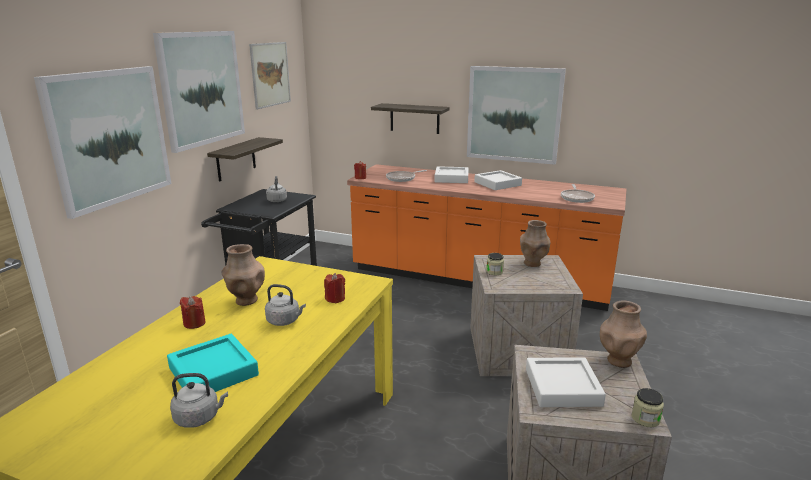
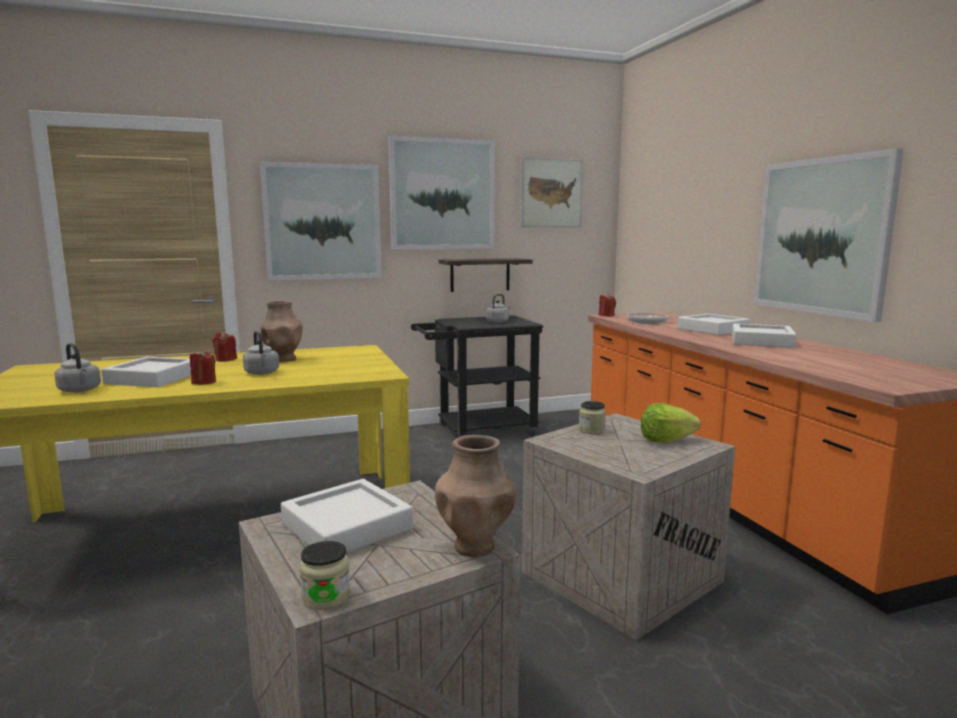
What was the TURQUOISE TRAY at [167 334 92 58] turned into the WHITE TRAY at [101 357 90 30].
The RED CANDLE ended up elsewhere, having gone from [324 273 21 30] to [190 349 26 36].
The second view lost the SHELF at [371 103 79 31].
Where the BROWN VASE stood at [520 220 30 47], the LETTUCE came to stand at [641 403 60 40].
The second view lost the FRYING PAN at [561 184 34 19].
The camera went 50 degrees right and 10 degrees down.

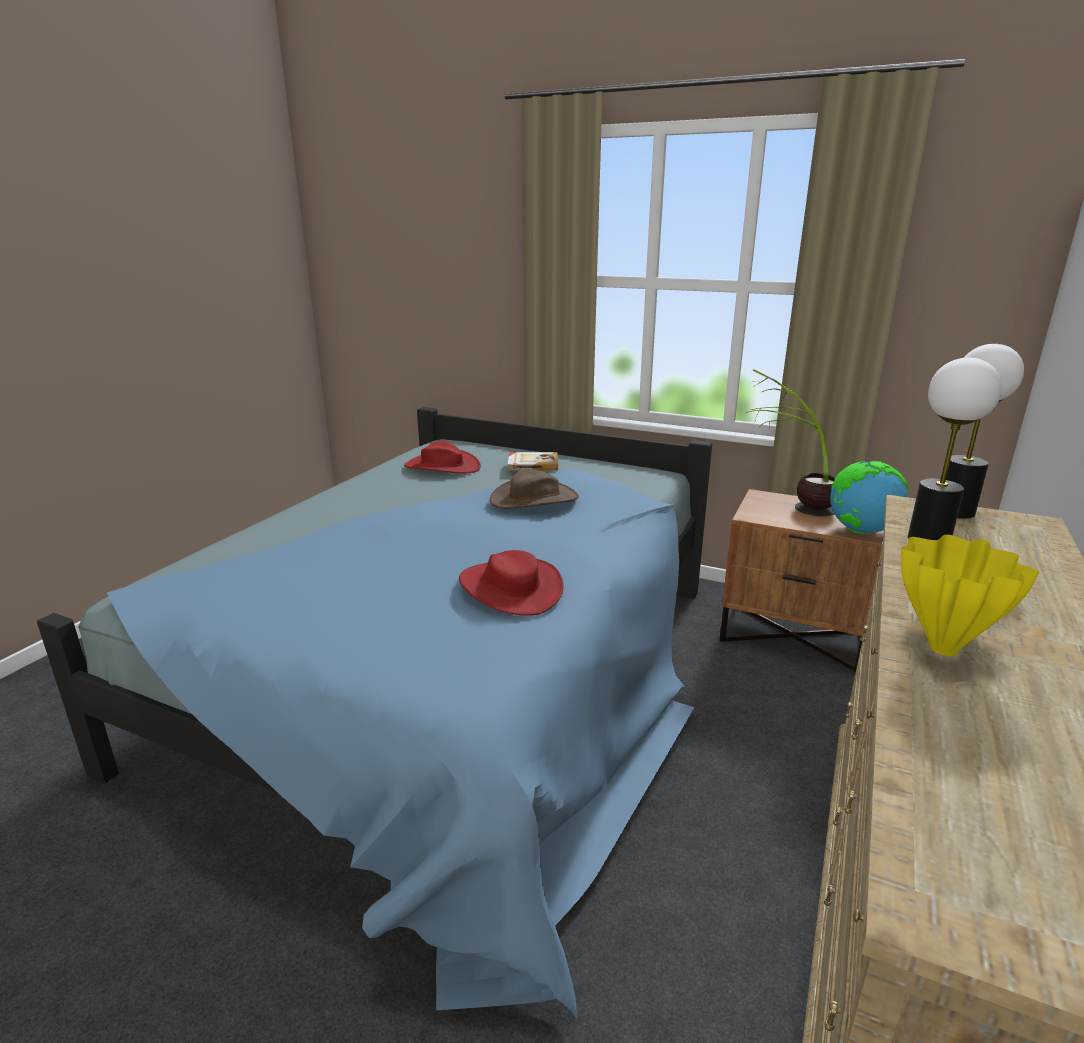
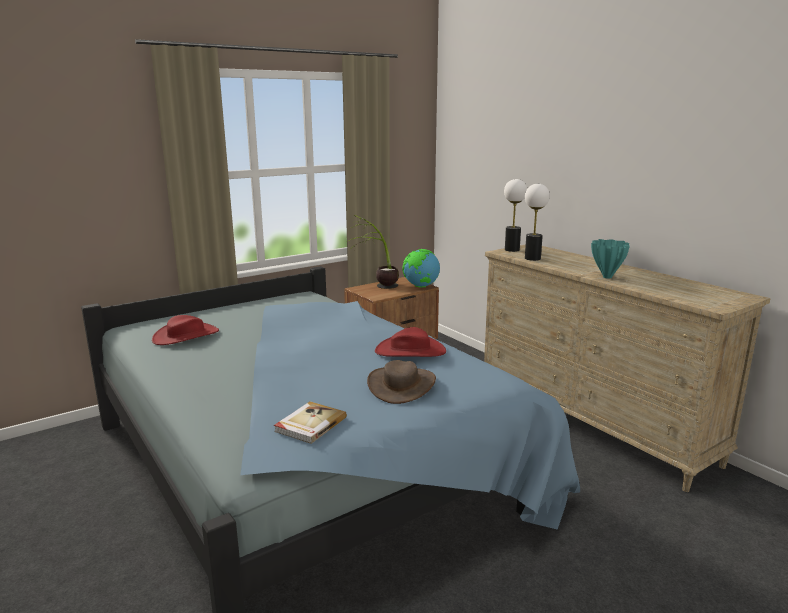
The BROWN HAT ended up elsewhere, having gone from [490 469 89 39] to [367 360 69 44].
The BOOK ended up elsewhere, having gone from [508 452 50 18] to [274 402 73 42].
What was the YELLOW VASE at [901 535 138 121] turned into the TURQUOISE VASE at [591 239 39 40].
The camera went 60 degrees left and 5 degrees down.

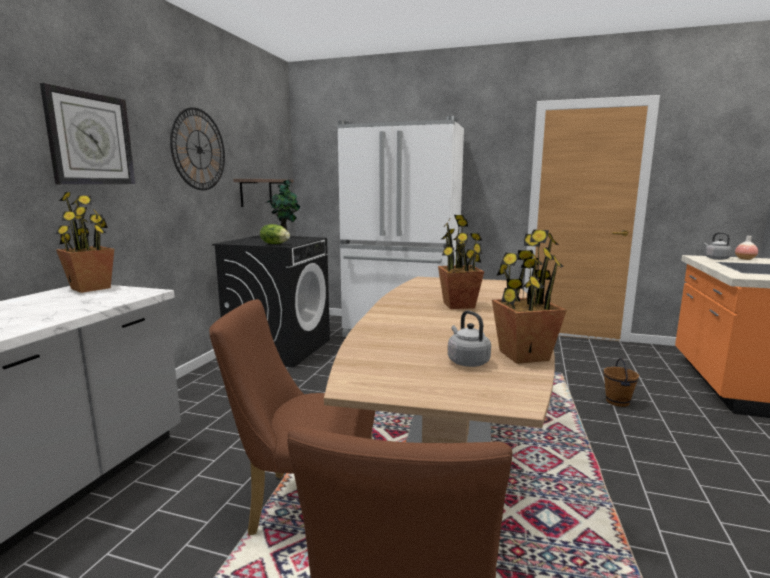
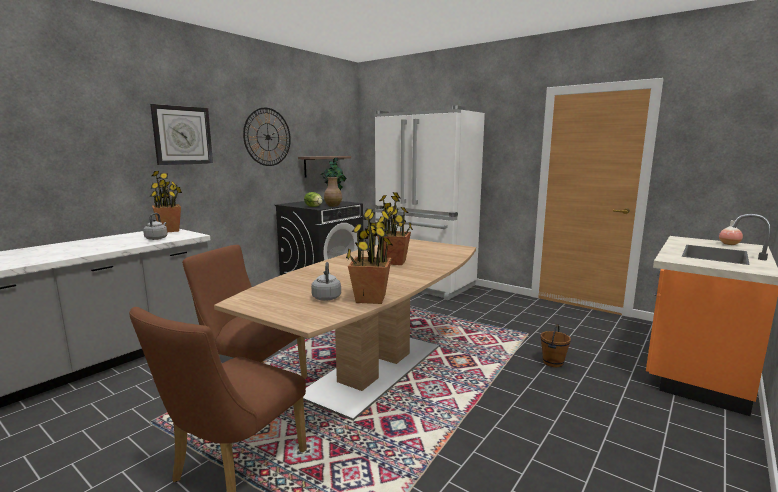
The GREY KETTLE ended up elsewhere, having gone from [704 232 28 28] to [143 213 24 27].
The second view gained the BROWN VASE at [324 177 18 30].
The camera went 20 degrees right and 0 degrees up.

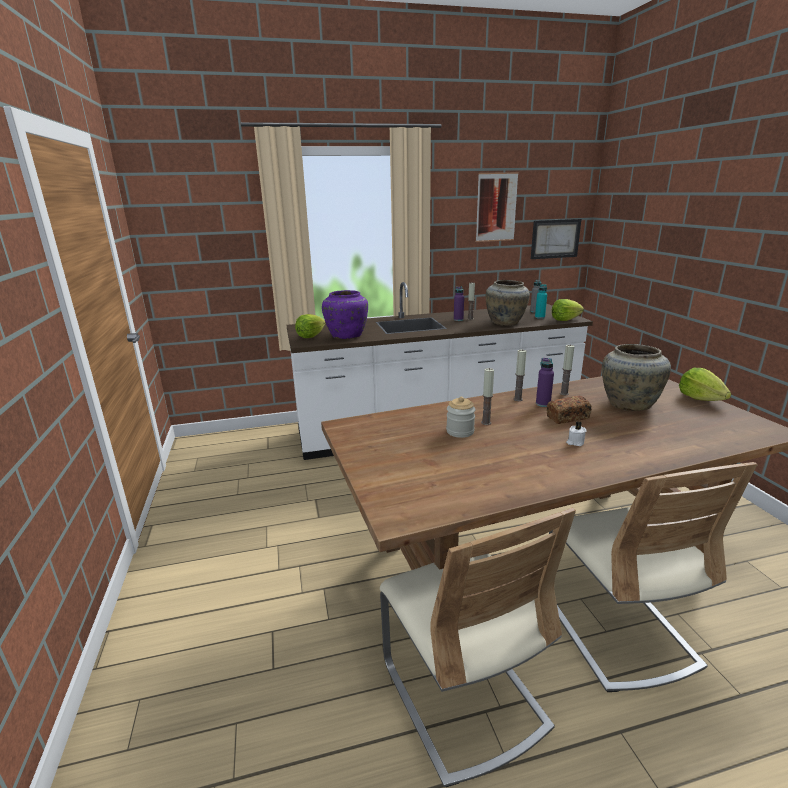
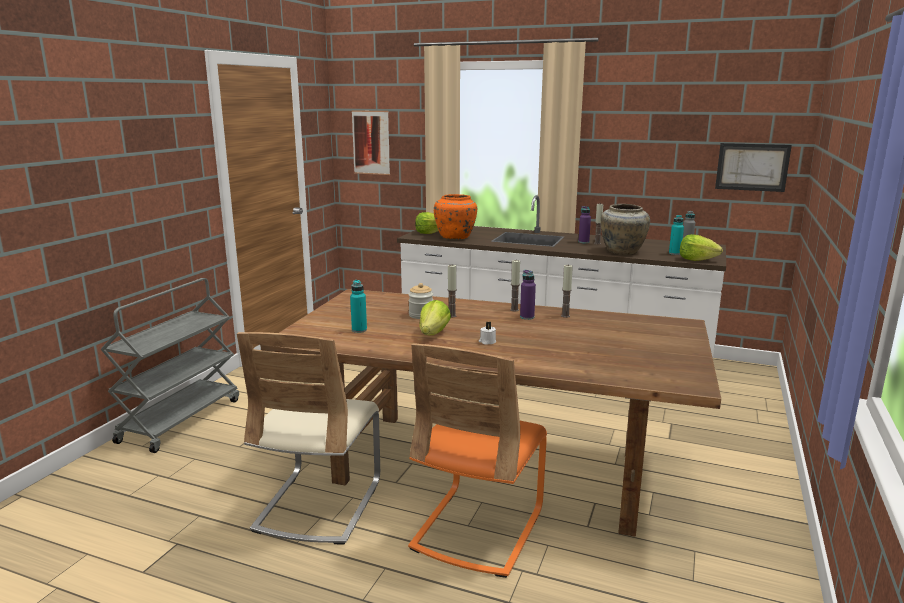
What was the PURPLE VASE at [322 290 46 49] turned into the ORANGE VASE at [434 194 43 45].
The PICTURE ended up elsewhere, having gone from [476 172 43 70] to [351 110 39 65].
The second view lost the BREAD at [547 396 45 28].
What was the BEIGE CHAIR at [549 462 209 230] turned into the ORANGE CHAIR at [408 343 139 235].
The second view lost the BEIGE VASE at [602 344 69 67].
The LETTUCE ended up elsewhere, having gone from [679 368 52 33] to [419 300 32 35].
The second view gained the GREY CART at [101 278 138 175].
The second view gained the TURQUOISE BOTTLE at [350 280 17 53].
The camera went 35 degrees right and 5 degrees down.

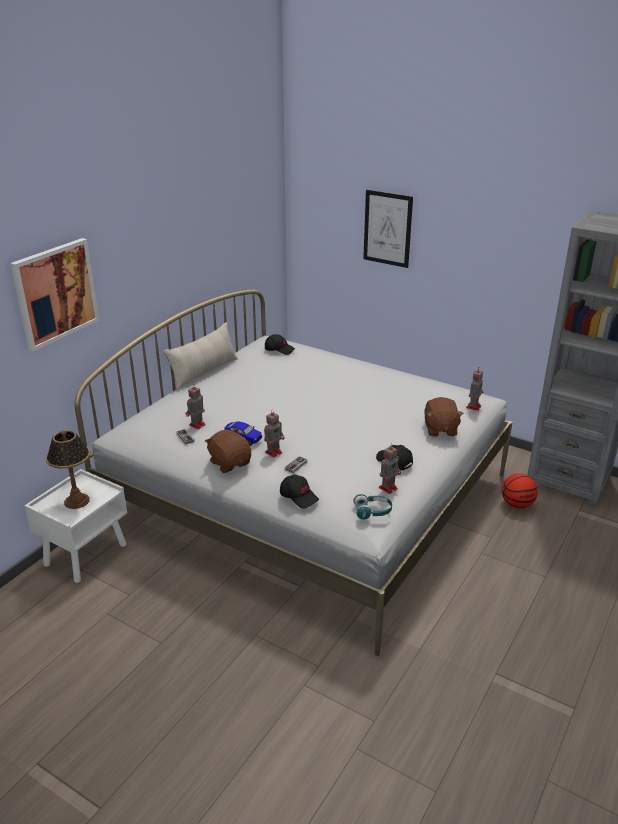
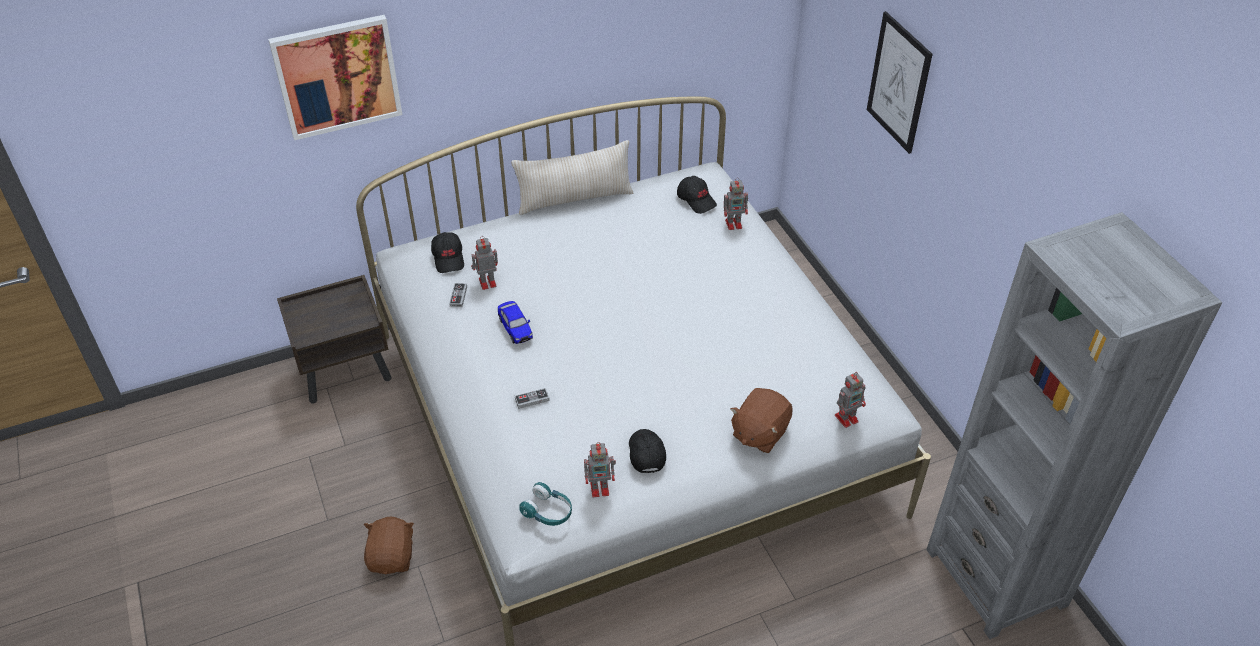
What was the WHITE NIGHTSTAND at [24 469 103 114] turned into the BROWN NIGHTSTAND at [277 275 114 129].
The second view lost the TABLE LAMP at [46 430 45 79].
The BROWN PLUSH TOY ended up elsewhere, having gone from [205 428 46 45] to [364 517 50 58].
The TOY ROBOT ended up elsewhere, having gone from [264 410 21 47] to [724 177 24 53].
The BLACK CAP ended up elsewhere, having gone from [280 474 39 34] to [431 232 33 41].
The second view lost the BASKETBALL at [502 473 36 35].
The camera went 35 degrees right and 15 degrees up.

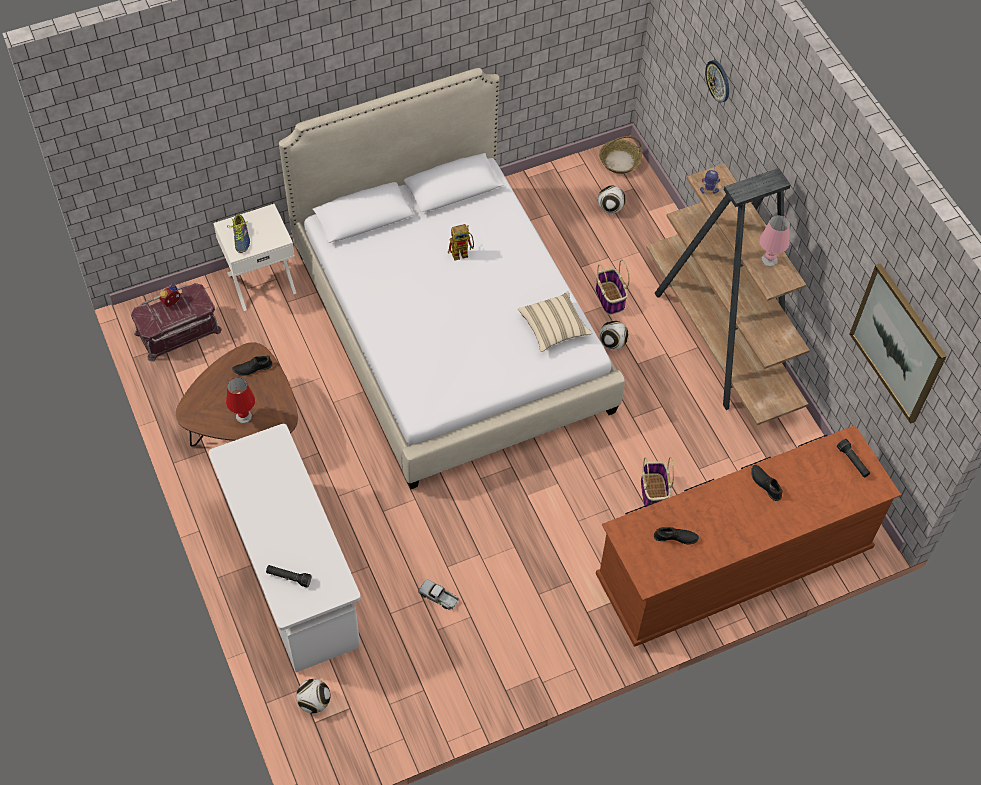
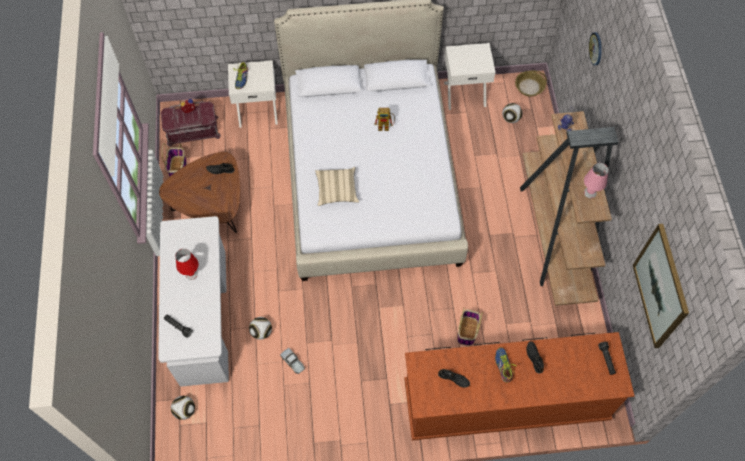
The RED TABLE LAMP ended up elsewhere, having gone from [226 378 29 46] to [176 249 23 31].
The BEIGE PILLOW ended up elsewhere, having gone from [518 291 75 61] to [315 167 44 39].
The BASKET ended up elsewhere, having gone from [596 259 34 56] to [162 143 25 34].
The FOOTBALL ended up elsewhere, having gone from [599 321 30 29] to [249 317 23 23].
The second view gained the WHITE NIGHTSTAND at [444 43 52 67].
The second view gained the SHOE at [495 347 21 36].
The camera went 20 degrees right and 5 degrees up.

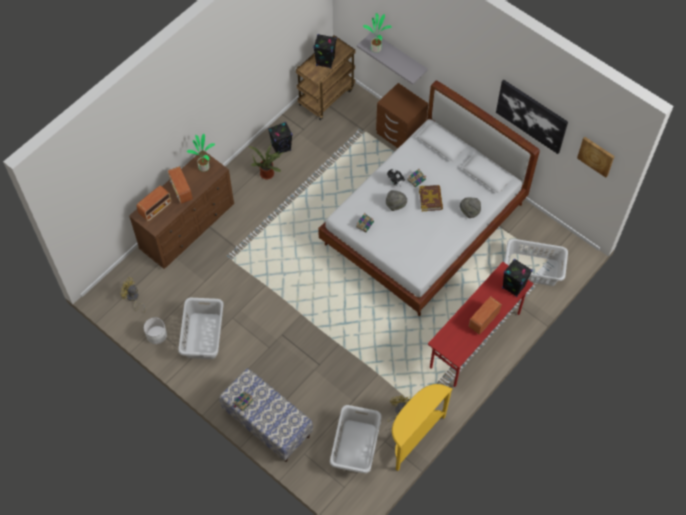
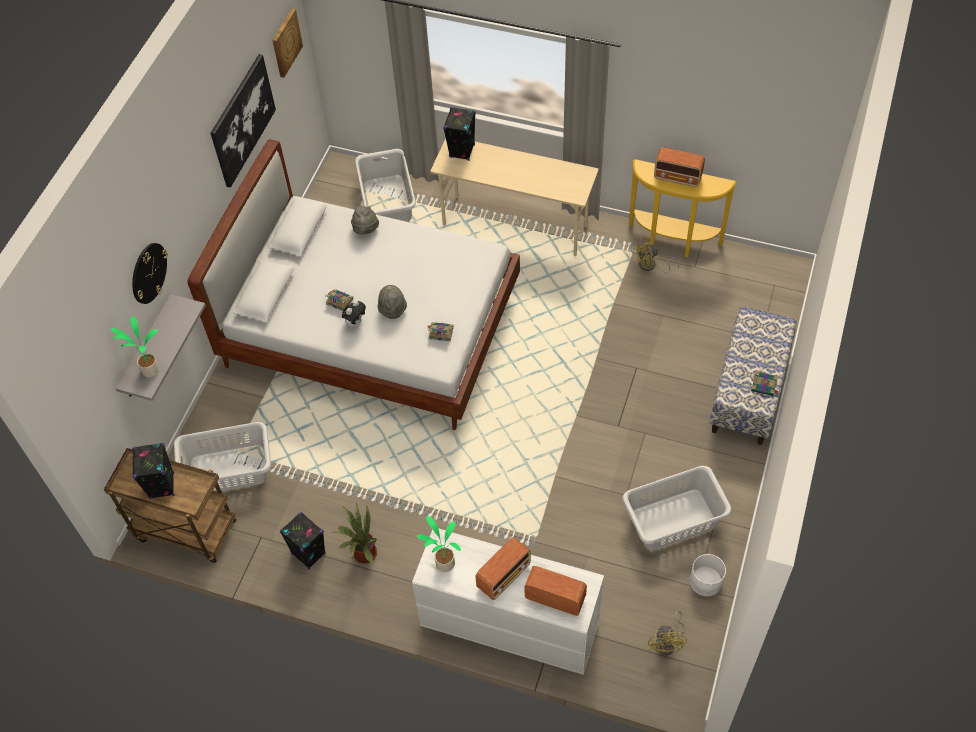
What was the BROWN DRESSER at [129 150 105 119] turned into the WHITE DRESSER at [412 528 192 147].
The GREY LAUNDRY BASKET ended up elsewhere, having gone from [330 405 52 68] to [174 422 97 70].
The second view lost the BROWN NIGHTSTAND at [376 83 52 65].
The second view lost the BOOK at [419 185 24 26].
What was the RED DESK at [428 262 105 125] turned into the BEIGE DESK at [430 139 169 117].
The RADIO ended up elsewhere, having gone from [469 296 33 39] to [654 147 51 40].
The second view gained the WALL CLOCK at [132 243 36 61].
The camera went 110 degrees left and 5 degrees down.

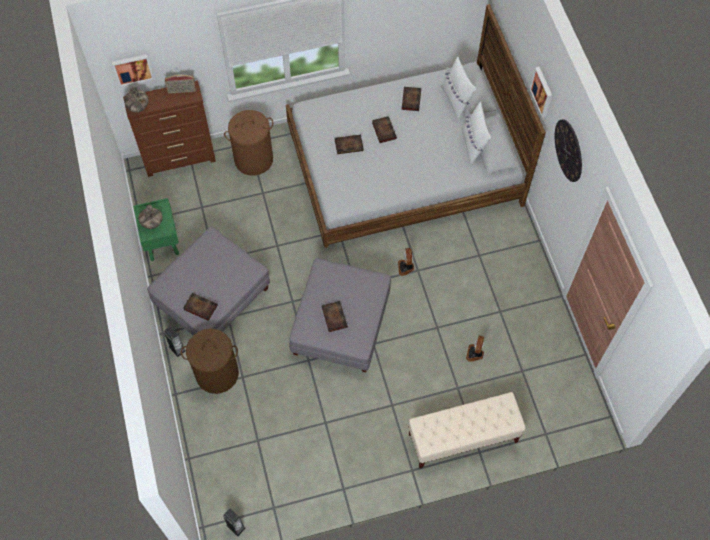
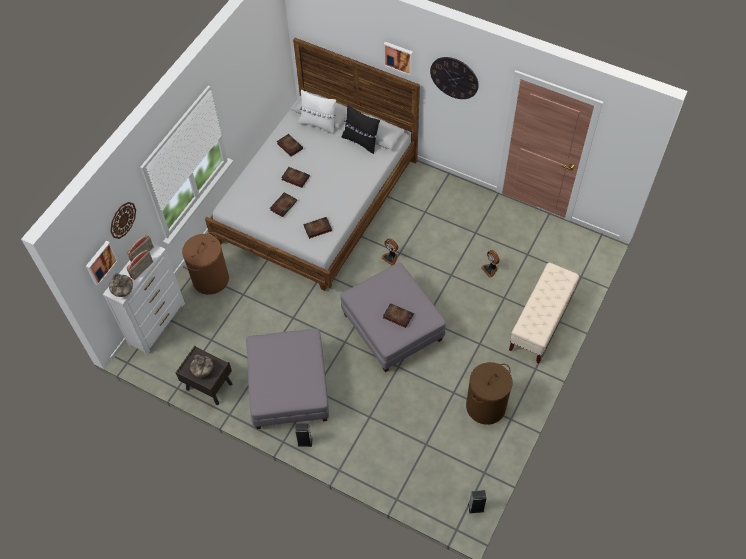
What was the BROWN DRESSER at [123 81 93 96] turned into the WHITE DRESSER at [103 243 82 112].
What was the GREEN NIGHTSTAND at [133 198 46 63] turned into the BROWN NIGHTSTAND at [175 346 57 59].
The BROWN LAUNDRY BASKET ended up elsewhere, having gone from [181 329 58 65] to [466 362 47 63].
The BOOK ended up elsewhere, having gone from [183 293 35 28] to [303 217 29 22].
What was the WHITE PILLOW at [462 102 29 63] turned into the BLACK PILLOW at [341 105 39 49].
The second view gained the WALL CLOCK at [110 202 26 37].
The second view gained the RADIO at [127 250 26 30].
The camera went 45 degrees left and 5 degrees down.

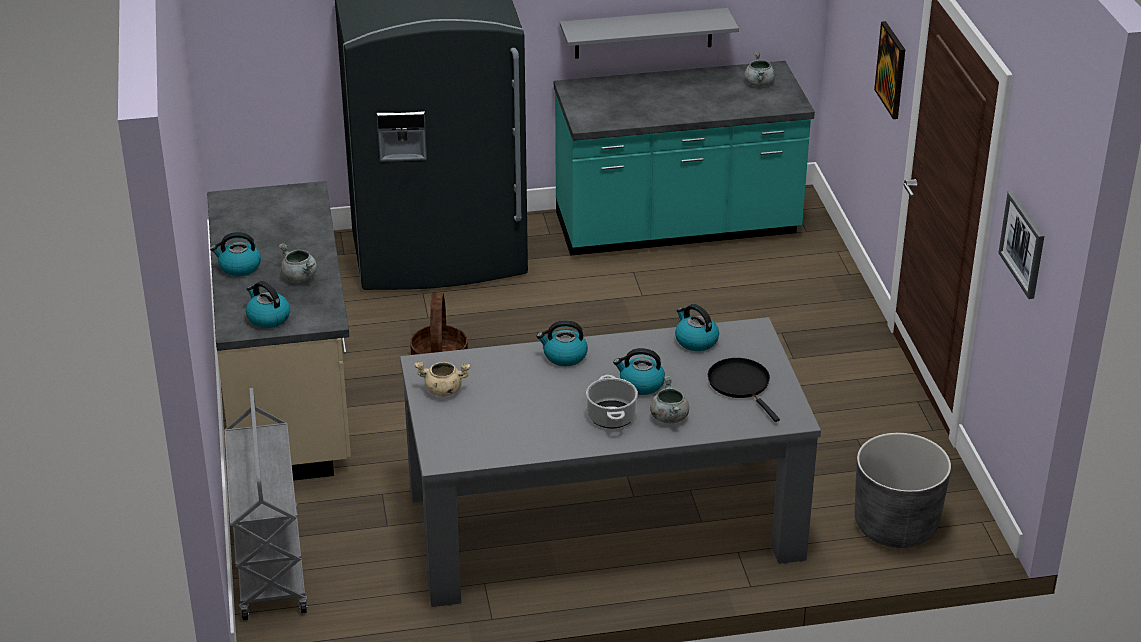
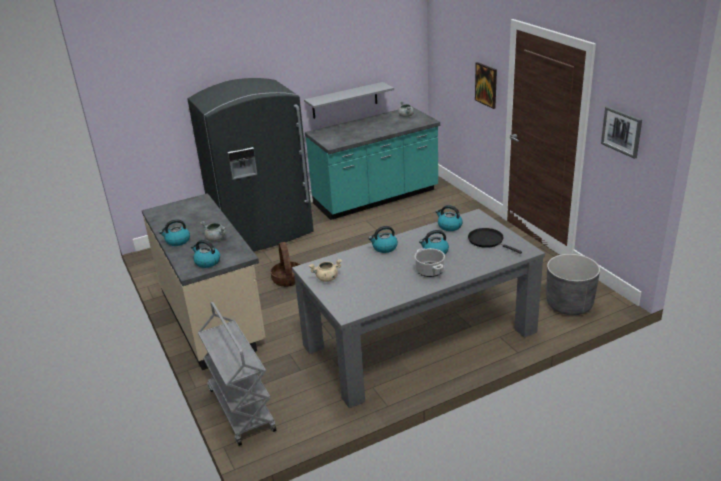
The second view lost the GREY COOKING POT at [650 376 39 47].
The camera went 15 degrees left and 5 degrees down.

